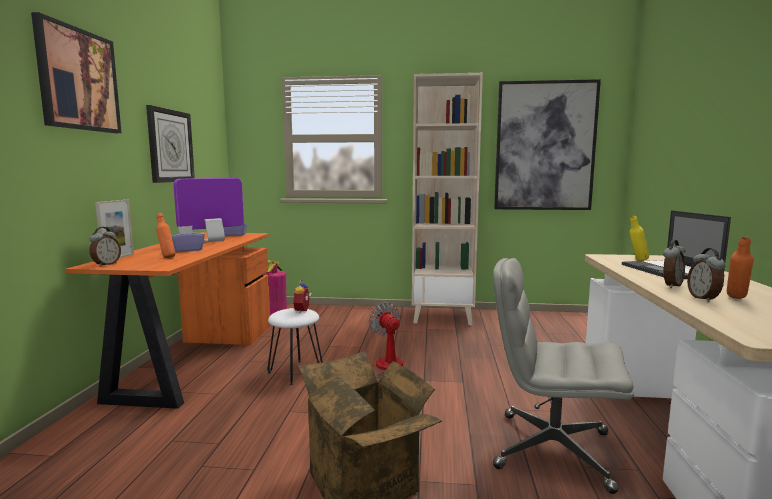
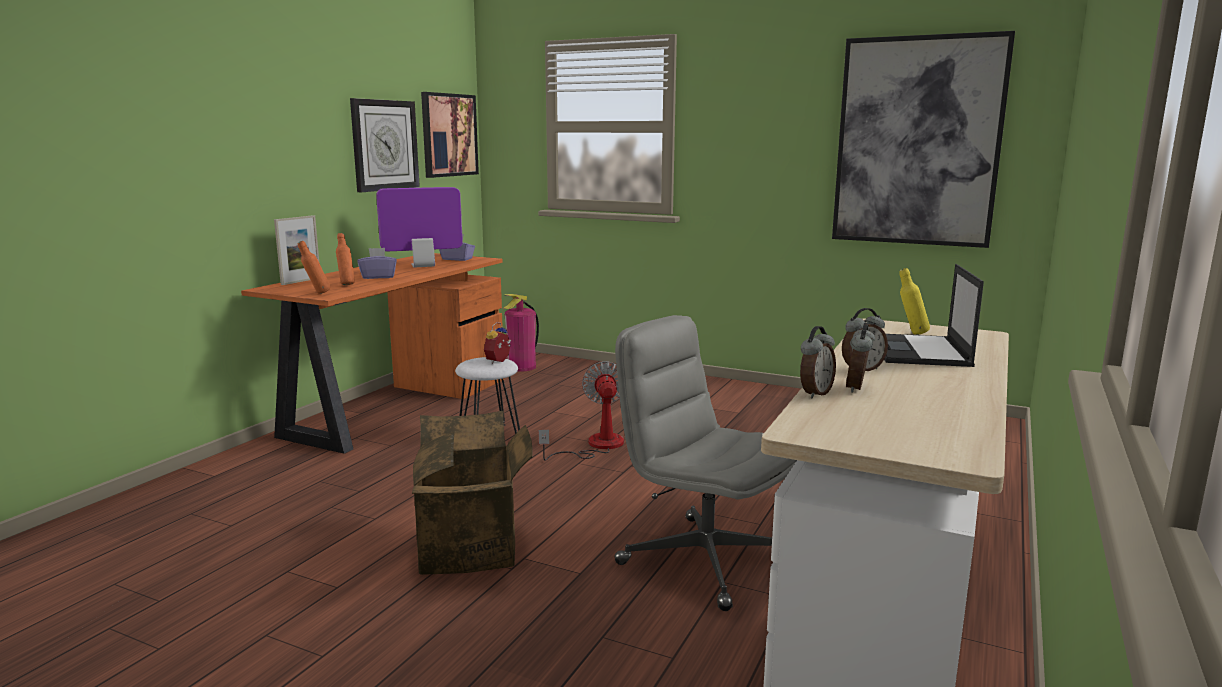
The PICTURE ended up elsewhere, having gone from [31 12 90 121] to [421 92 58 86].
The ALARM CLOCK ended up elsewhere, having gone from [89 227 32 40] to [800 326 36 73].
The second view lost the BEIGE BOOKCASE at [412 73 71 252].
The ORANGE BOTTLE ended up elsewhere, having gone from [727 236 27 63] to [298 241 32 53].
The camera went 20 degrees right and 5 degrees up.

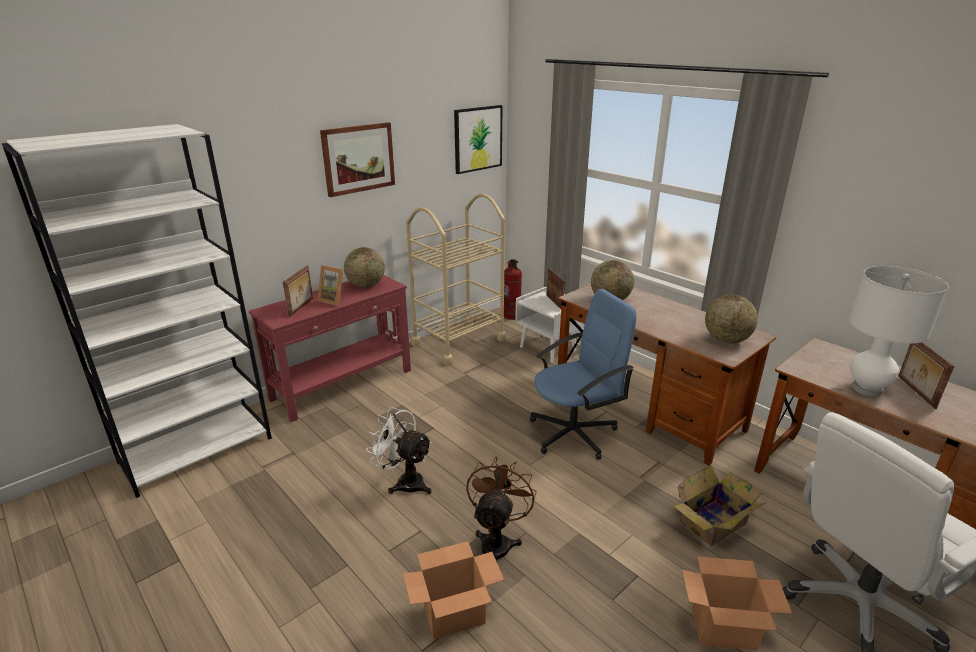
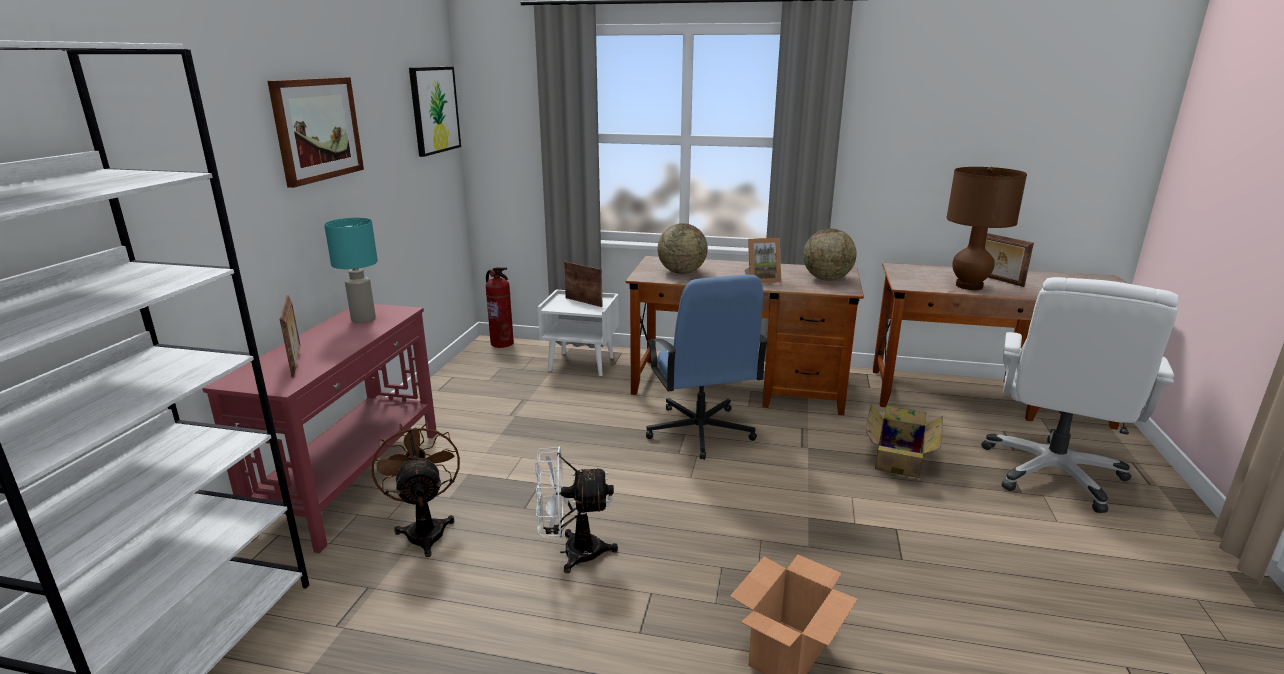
The PICTURE FRAME ended up elsewhere, having gone from [317 265 26 41] to [744 238 37 45].
Where the GLOBE stood at [344 247 41 41], the TURQUOISE TABLE LAMP came to stand at [324 218 54 105].
The second view lost the BEIGE CART at [406 193 101 172].
The BROWN FAN ended up elsewhere, having gone from [466 457 70 103] to [372 421 88 136].
The BLUE OFFICE CHAIR at [530 289 106 171] ended up facing another way, 135 degrees clockwise from before.
The second view lost the CARDBOARD BOX at [682 556 110 94].
What was the WHITE TABLE LAMP at [849 266 100 131] turned into the BROWN TABLE LAMP at [946 167 81 123].
The camera went 35 degrees left and 5 degrees down.

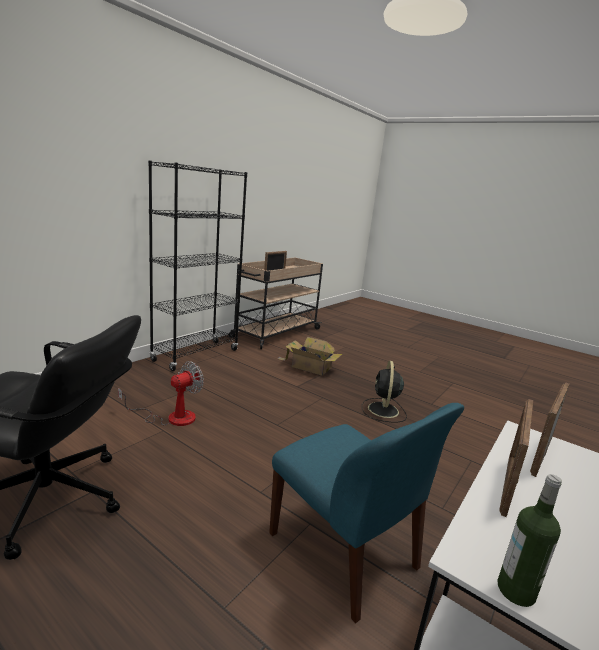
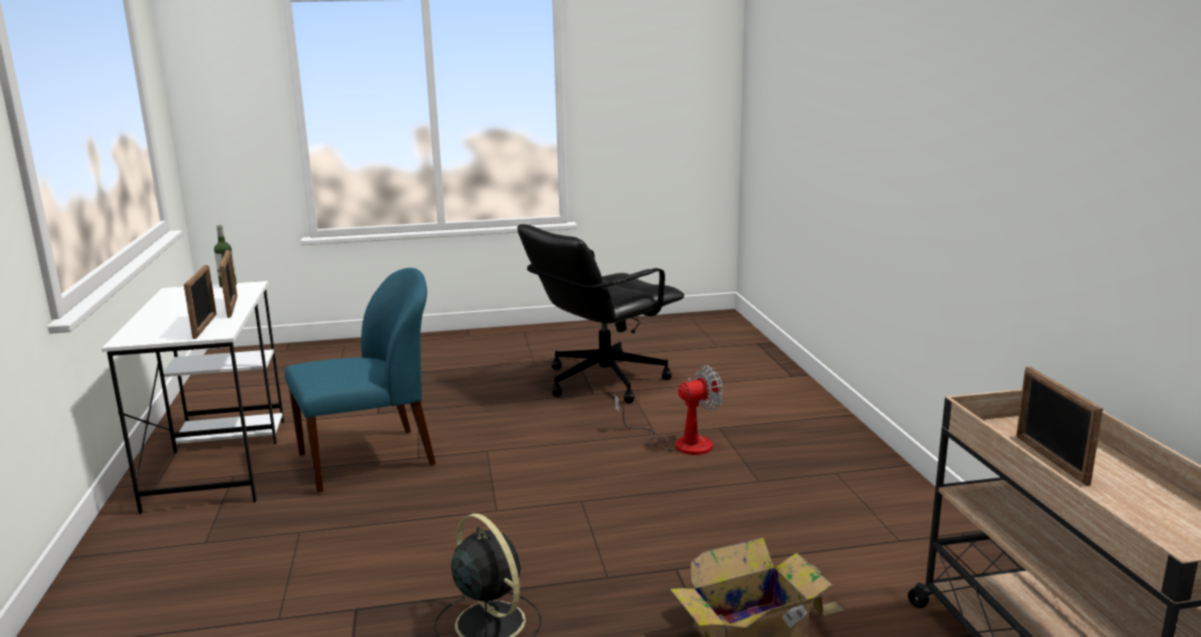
The FAN at [118 361 86 65] ended up facing another way, 105 degrees counterclockwise from before.
The second view lost the BLACK BOOKCASE at [148 160 99 211].
The BLUE CHAIR at [269 403 195 220] ended up facing another way, 150 degrees clockwise from before.
The camera went 135 degrees right and 0 degrees up.

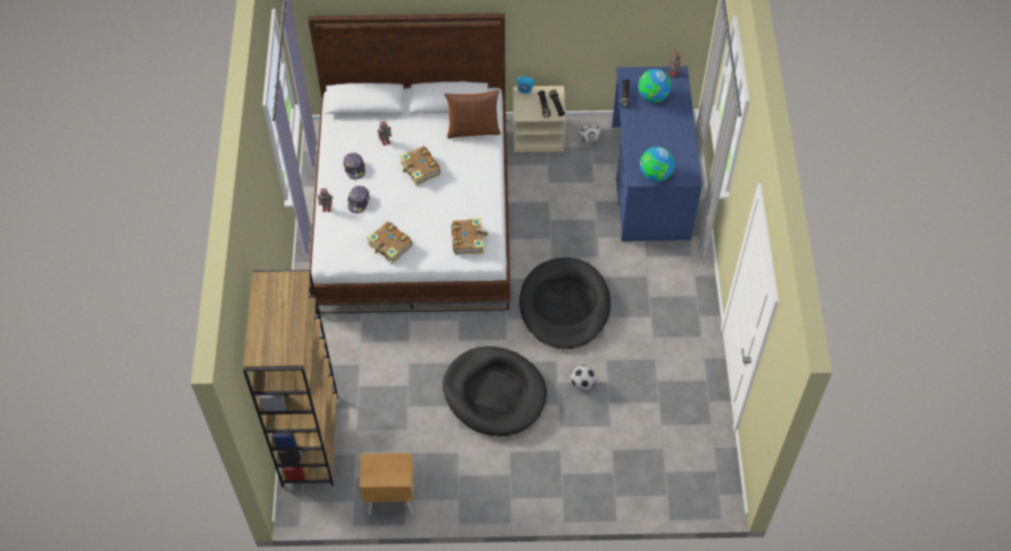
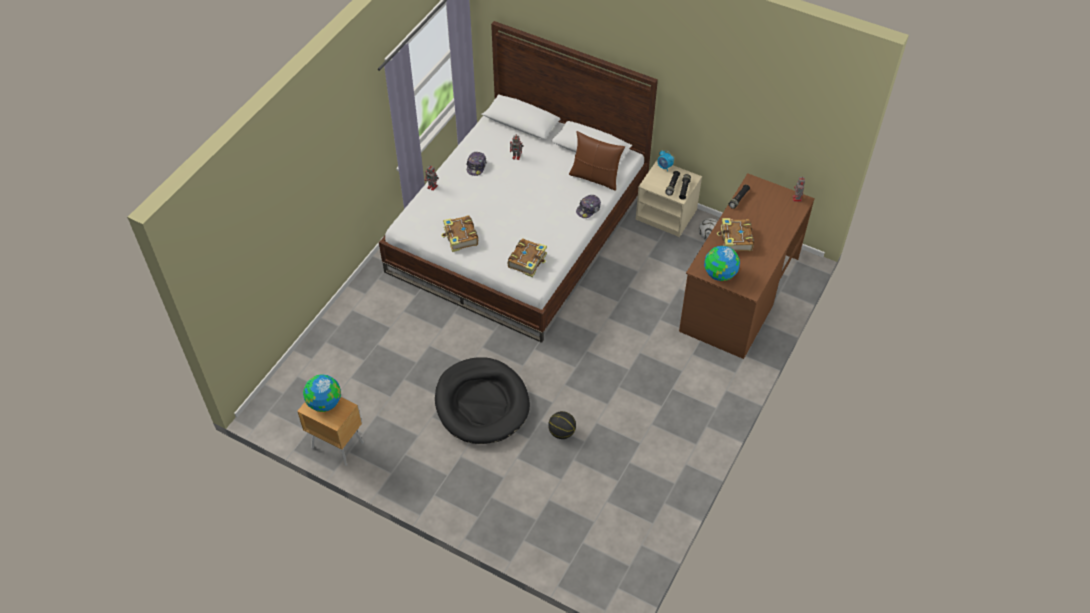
The second view lost the BROWN BOOKCASE at [243 269 95 218].
The CAP ended up elsewhere, having gone from [348 186 22 27] to [576 195 25 23].
The BOOK ended up elsewhere, having gone from [400 146 40 40] to [717 218 37 34].
The second view lost the BLACK DOG BED at [519 257 92 92].
Where the FOOTBALL stood at [571 365 25 26], the BASKETBALL came to stand at [548 411 28 28].
What was the BLUE DESK at [612 66 90 175] turned into the BROWN DESK at [679 173 136 186].
The GLOBE ended up elsewhere, having gone from [638 69 34 34] to [303 374 38 38].
The camera went 30 degrees right and 5 degrees down.

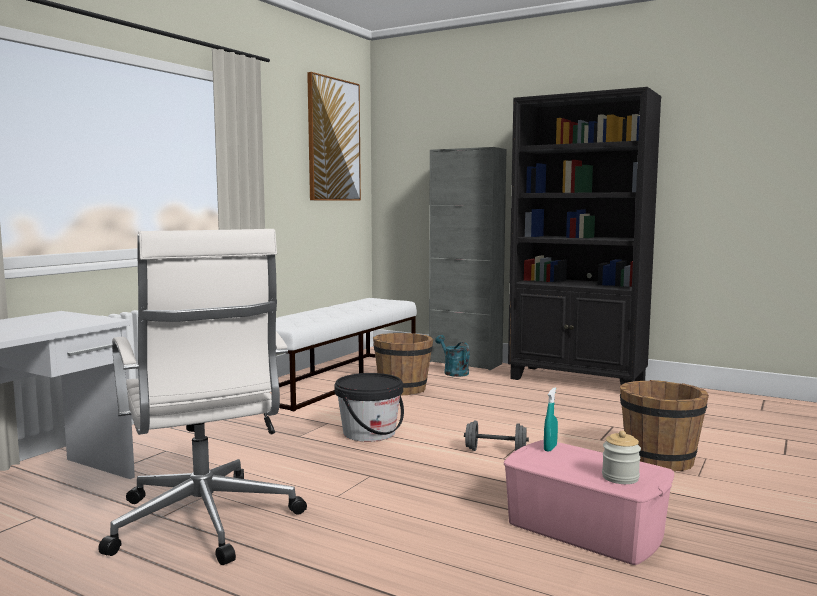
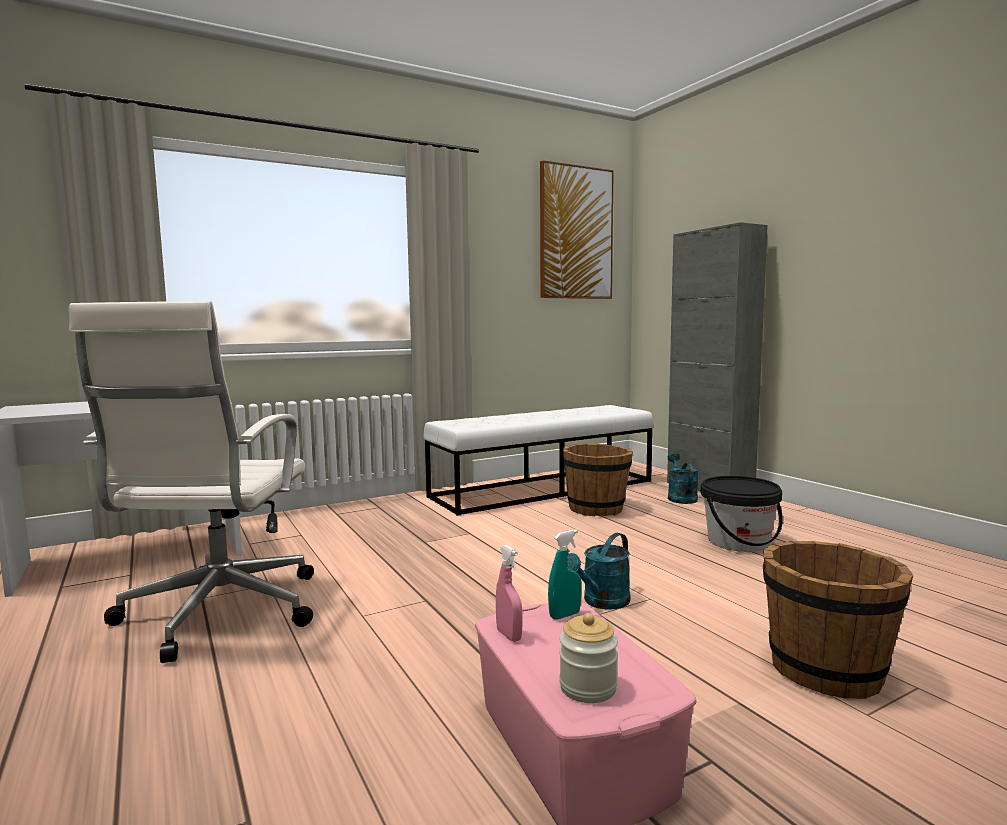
The BLACK BUCKET ended up elsewhere, having gone from [334 373 70 69] to [701 476 82 76].
Where the GREY DUMBBELL stood at [464 421 65 30], the TURQUOISE WATERING CAN came to stand at [567 533 64 77].
The second view lost the BLACK BOOKCASE at [508 87 153 298].
The second view gained the PINK SPRAY BOTTLE at [496 545 27 97].
The camera went 30 degrees right and 0 degrees up.

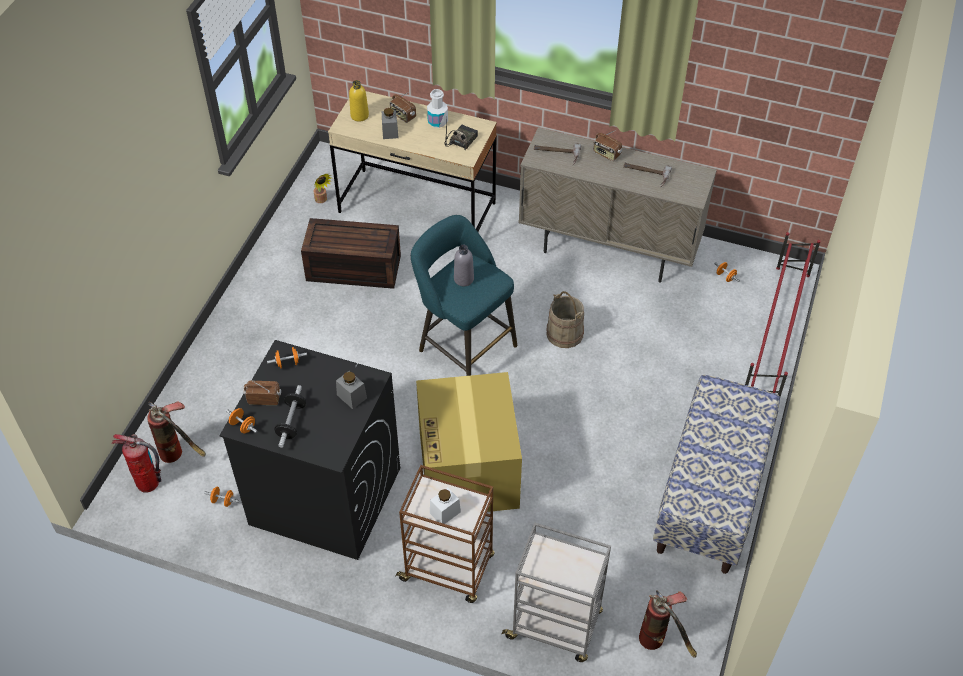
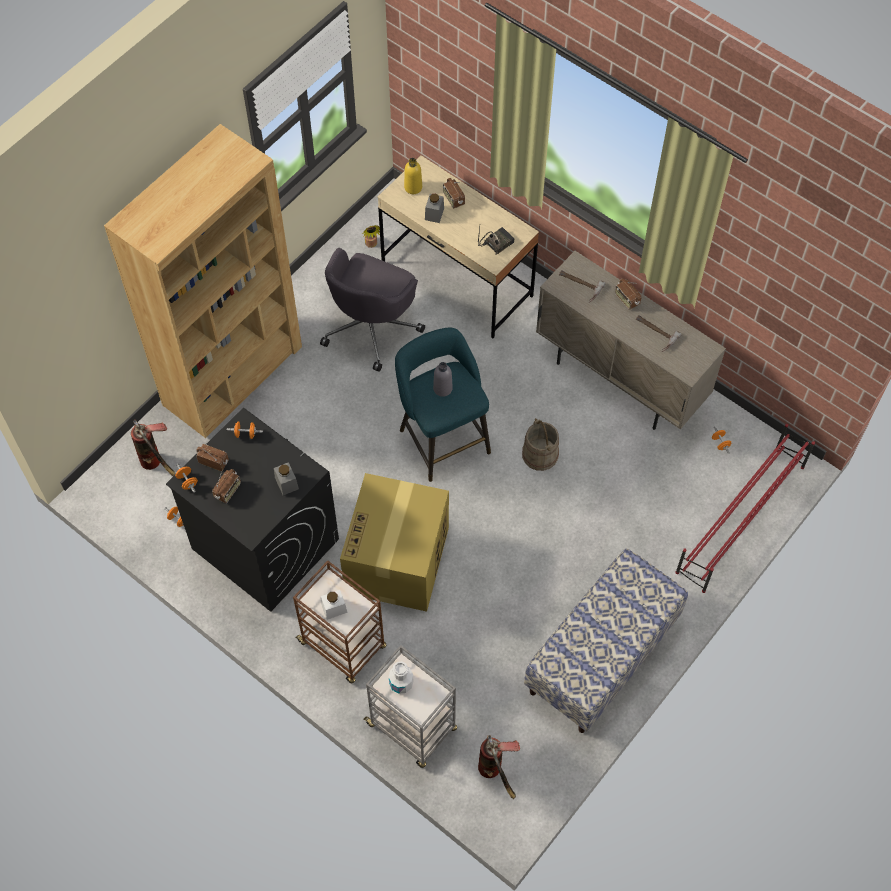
The second view lost the FIRE EXTINGUISHER at [112 434 49 59].
Where the DUMBBELL stood at [274 385 32 63], the RADIO came to stand at [212 469 29 34].
Where the BROWN STORAGE BOX stood at [301 218 100 71], the GREY OFFICE CHAIR came to stand at [320 248 105 124].
The WHITE BOTTLE ended up elsewhere, having gone from [427 89 21 39] to [389 661 24 33].
The second view gained the BROWN BOOKCASE at [104 124 198 314].
The camera went 20 degrees right and 10 degrees up.

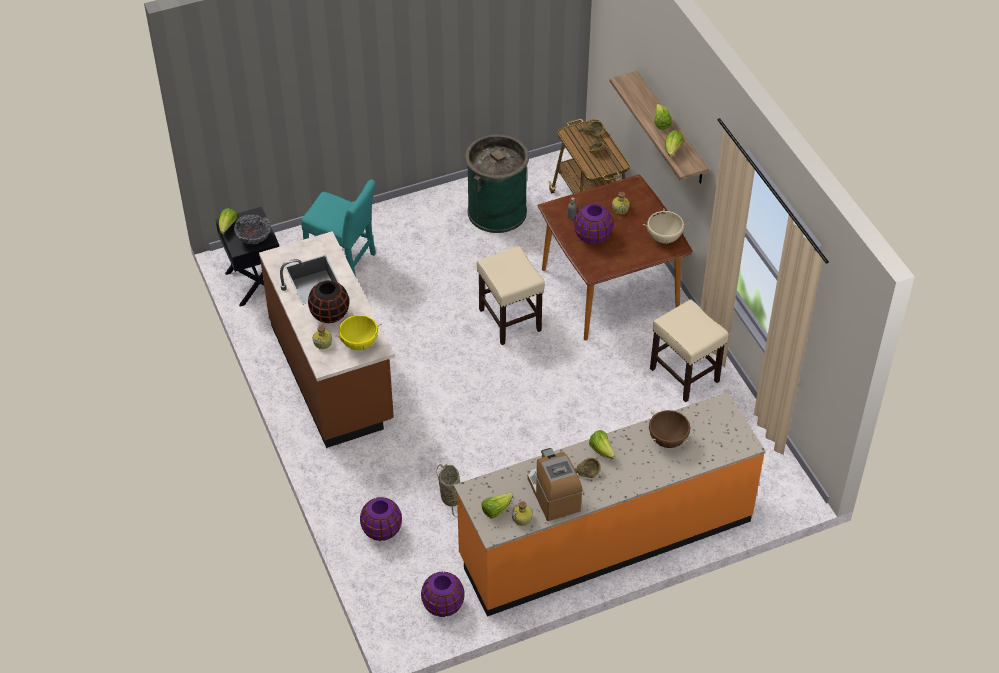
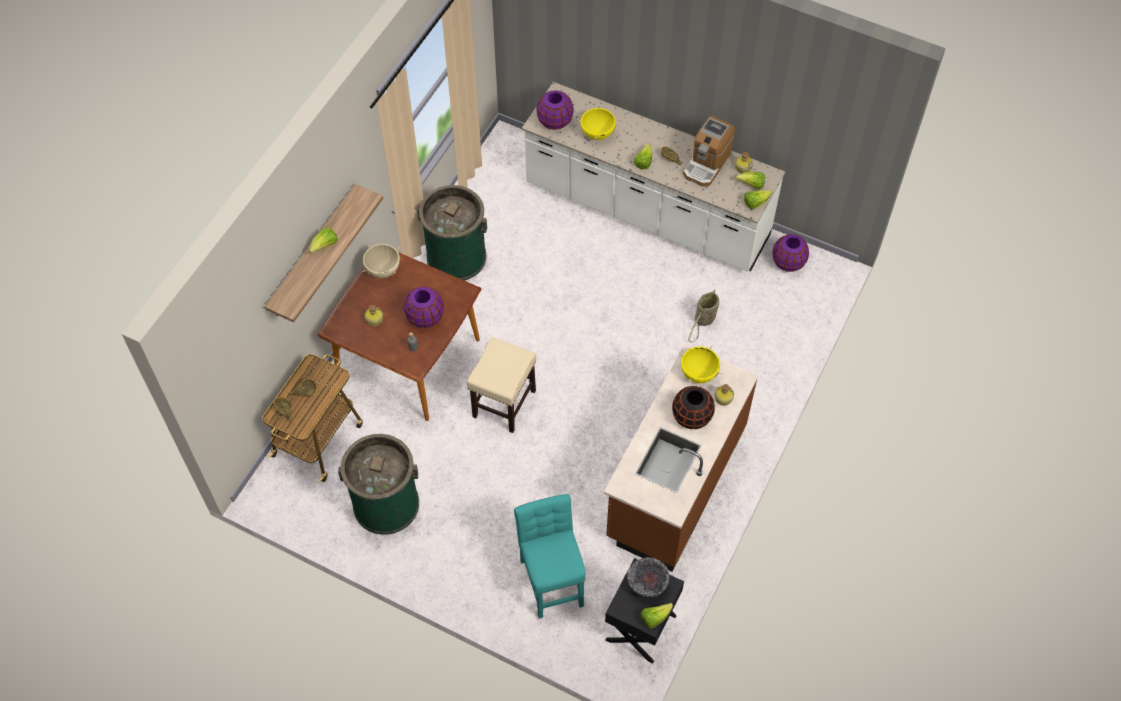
The PURPLE VASE ended up elsewhere, having gone from [360 497 42 44] to [536 90 38 40].
What was the ORANGE COUNTER at [454 393 312 224] turned into the WHITE COUNTER at [522 82 263 190].
What was the BROWN COOKING POT at [649 410 41 38] turned into the YELLOW COOKING POT at [576 105 44 36].
Where the BEIGE STOOL stood at [650 300 79 102], the GREEN TRASH CAN came to stand at [417 185 70 96].
The LETTUCE ended up elsewhere, having gone from [665 130 19 27] to [744 190 28 19].
The camera went 130 degrees left and 10 degrees up.

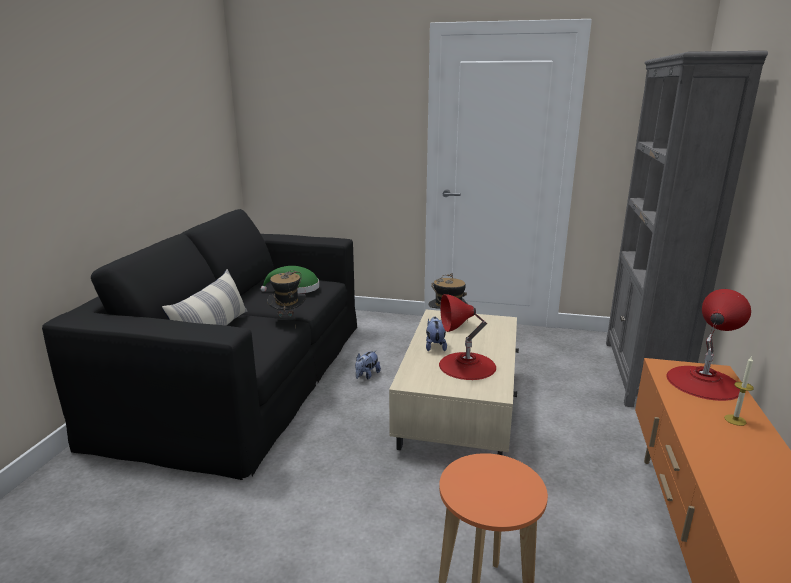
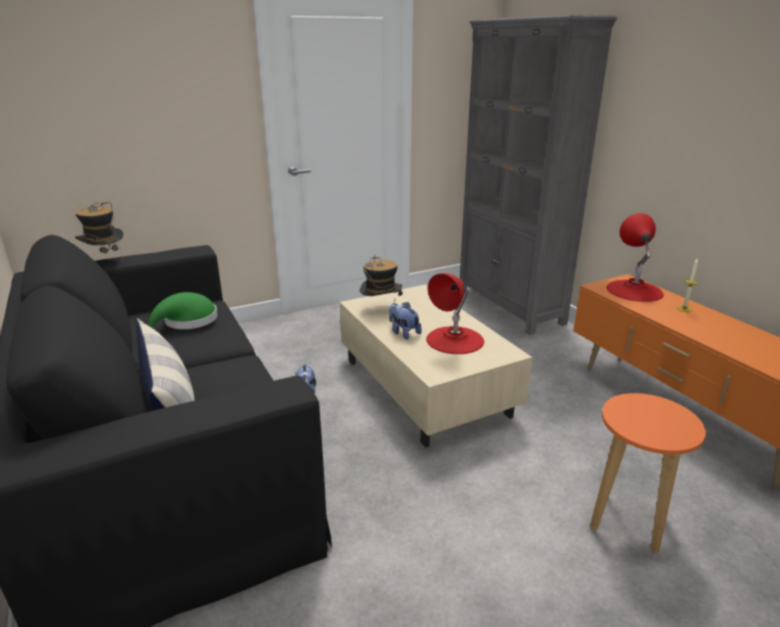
The HAT ended up elsewhere, having gone from [267 270 39 57] to [75 202 48 59].
The camera went 40 degrees left and 5 degrees up.

